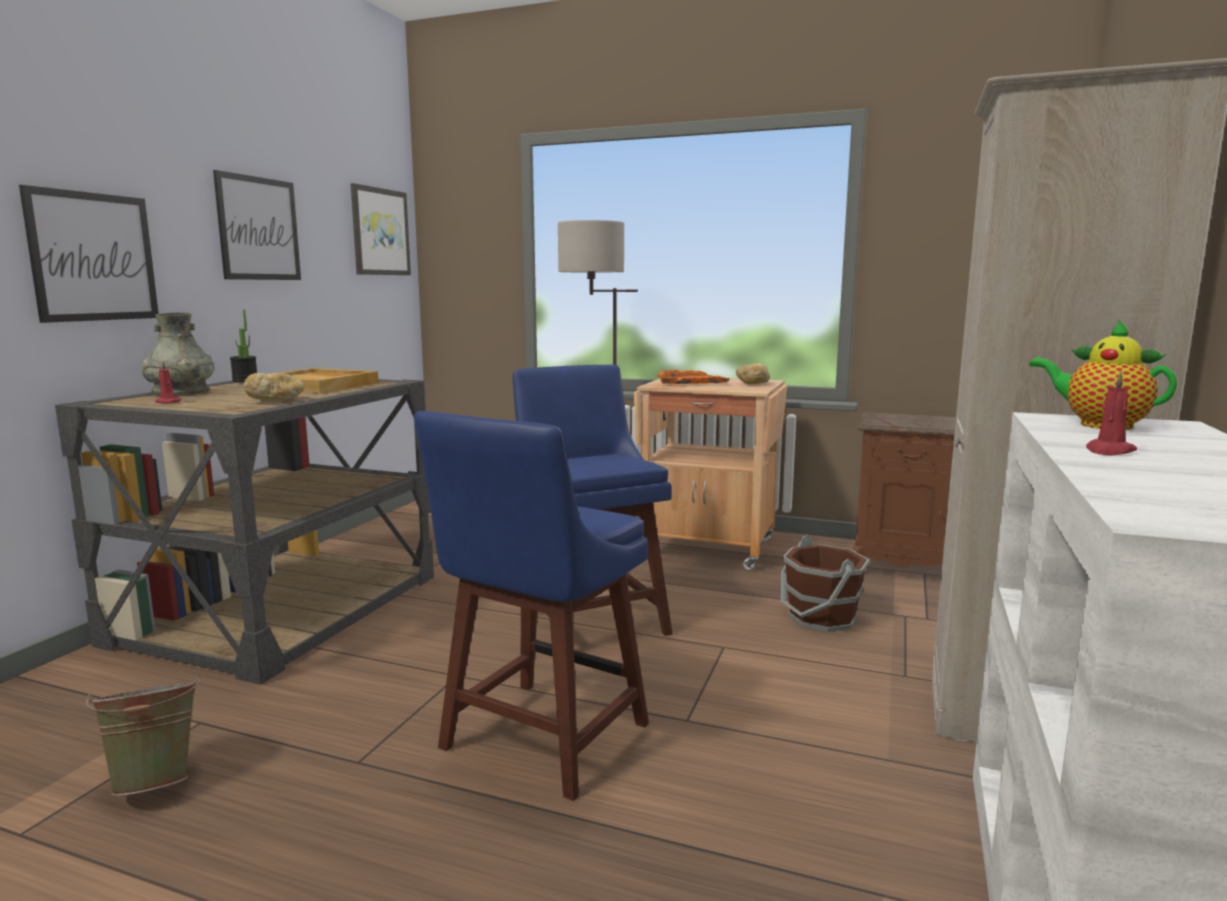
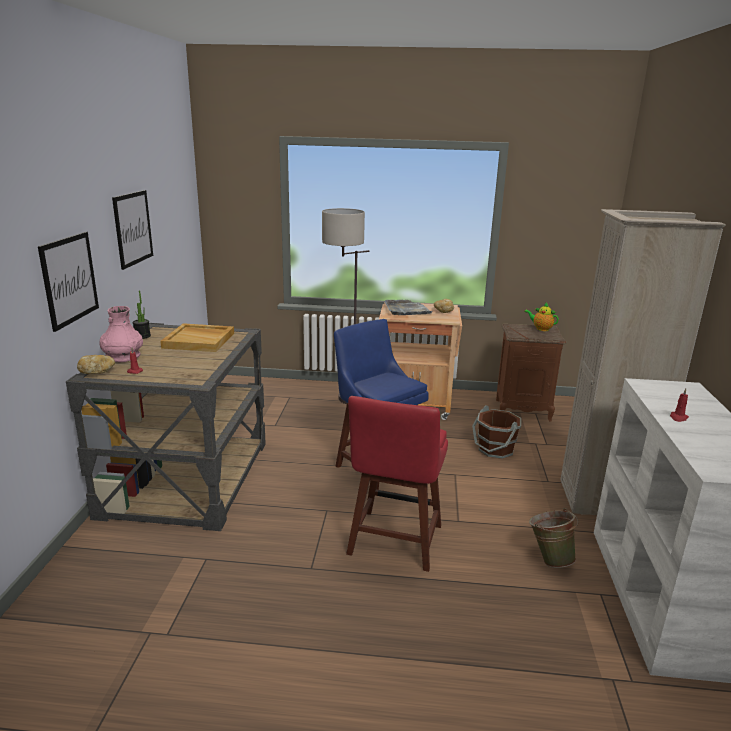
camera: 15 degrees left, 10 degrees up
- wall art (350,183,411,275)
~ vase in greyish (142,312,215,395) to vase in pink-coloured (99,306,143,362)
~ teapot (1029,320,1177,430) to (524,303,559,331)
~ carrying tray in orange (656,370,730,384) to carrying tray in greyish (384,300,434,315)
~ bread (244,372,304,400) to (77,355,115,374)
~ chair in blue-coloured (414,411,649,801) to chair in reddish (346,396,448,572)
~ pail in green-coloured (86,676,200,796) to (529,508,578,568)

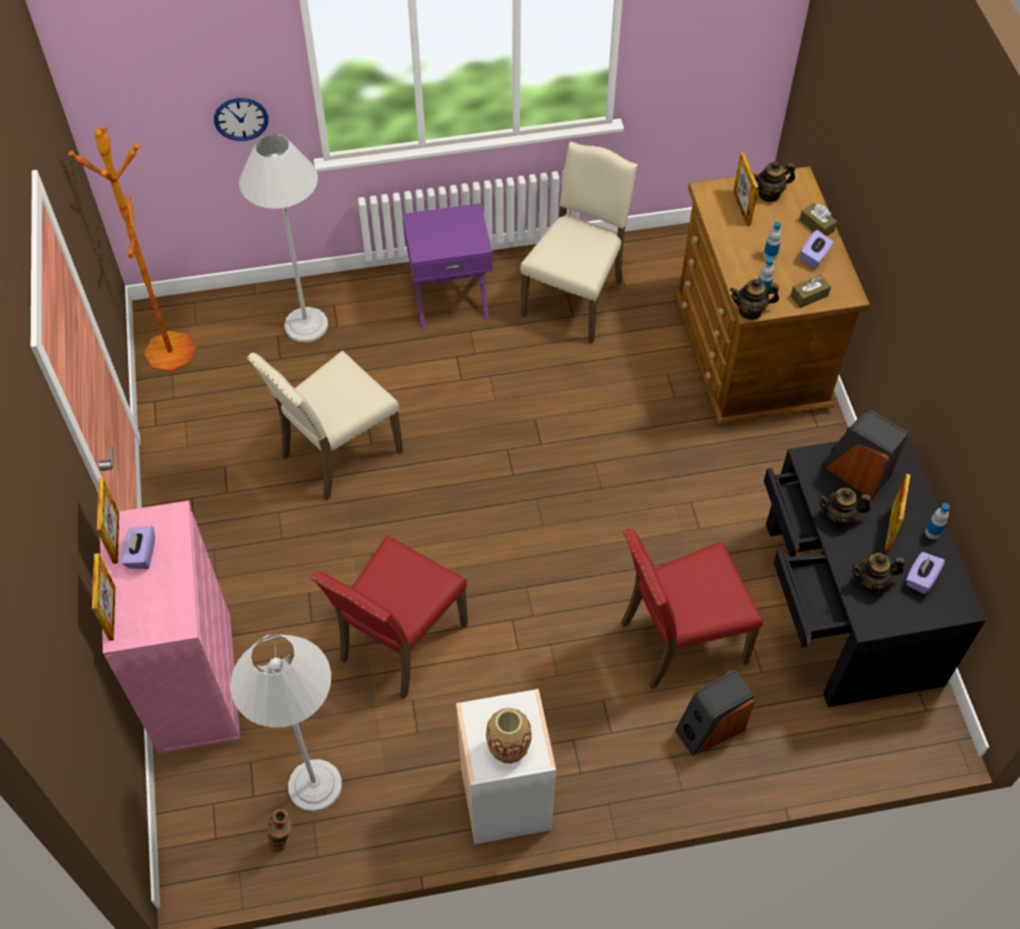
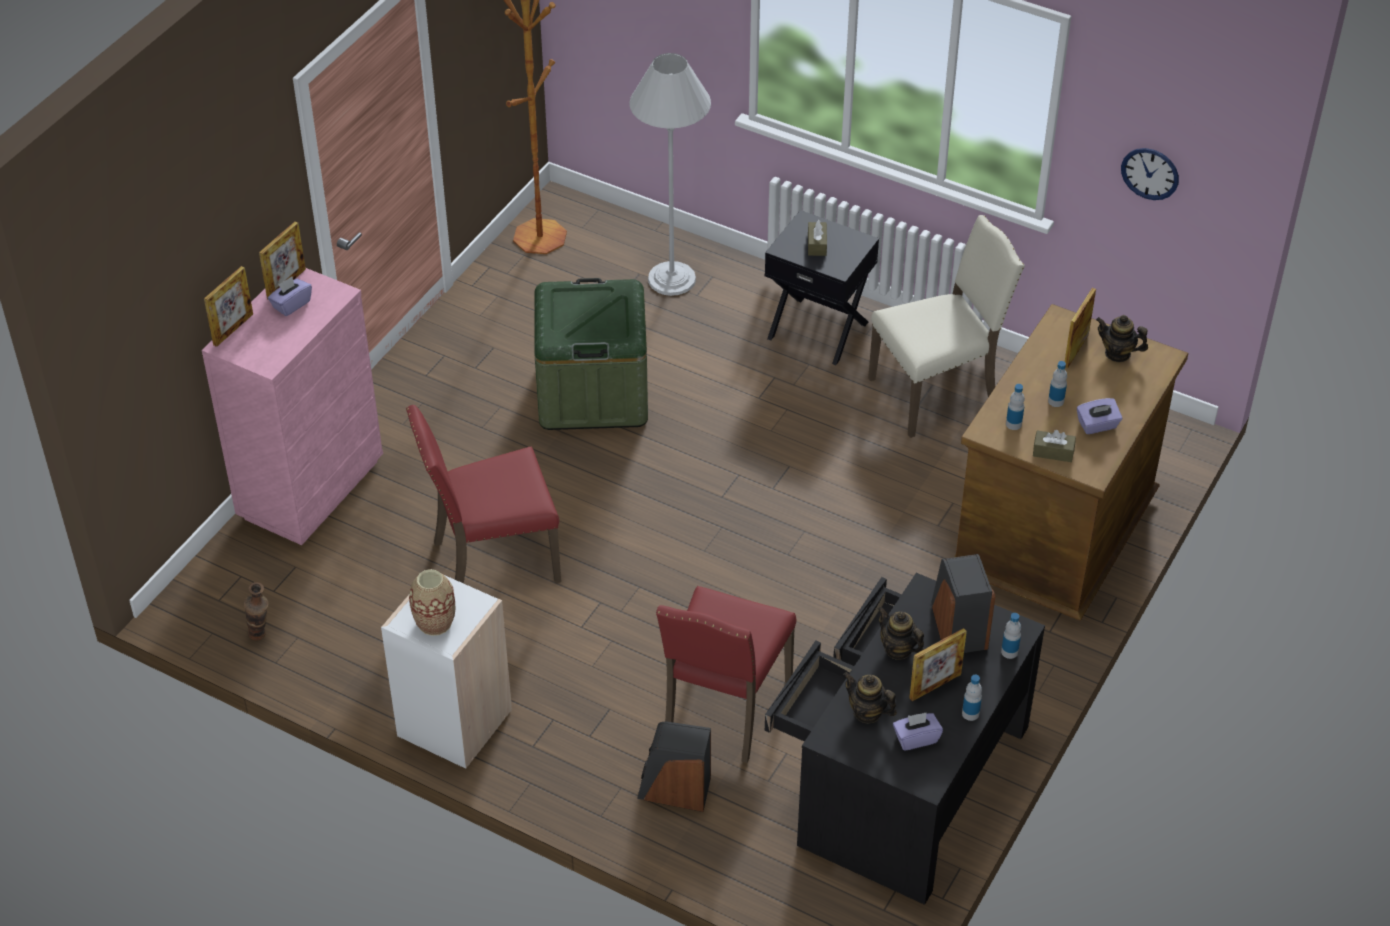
camera: 40 degrees right, 10 degrees down
~ clock on the wall (214,98,268,141) to (1121,148,1179,200)
~ nightstand in purple (402,203,493,330) to nightstand in blackish (765,210,879,365)
~ tissue holder in brown-coloured (799,203,837,236) to (808,220,827,256)
- teapot (730,279,779,320)
~ chair in beige-coloured (247,351,403,500) to storage box in green-coloured (534,278,648,430)
~ chair in reddish (621,528,763,689) = (656,586,796,763) 90 degrees counterclockwise
- standard lamp in white (230,634,342,812)
+ bottle (1001,613,1021,659)

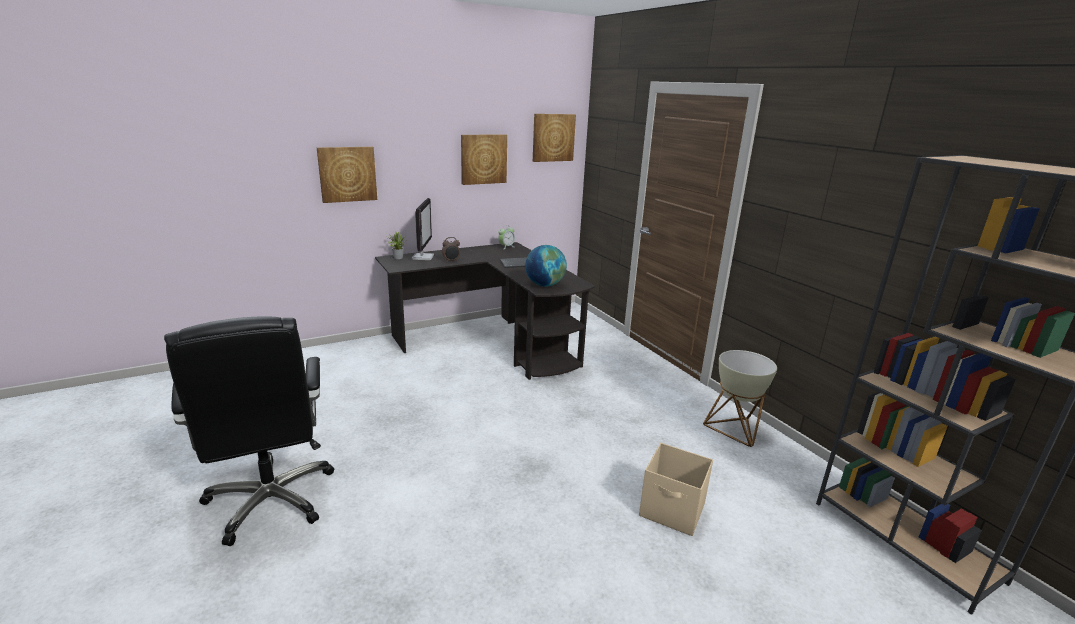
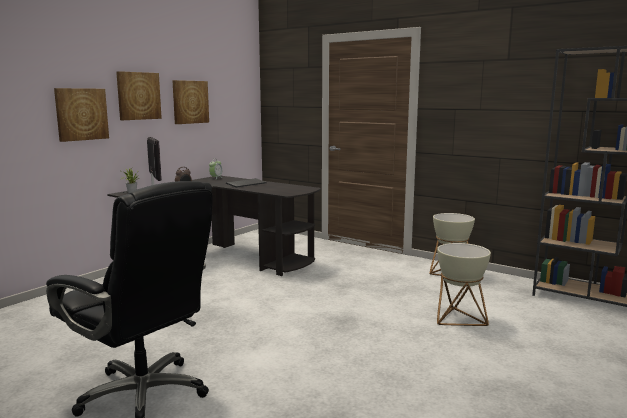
camera: 25 degrees left, 10 degrees down
~ wall art (533,114,576,162) to (116,71,162,120)
- world globe (525,245,567,287)
~ storage box in beige-coloured (639,443,713,536) to planter (437,243,491,326)

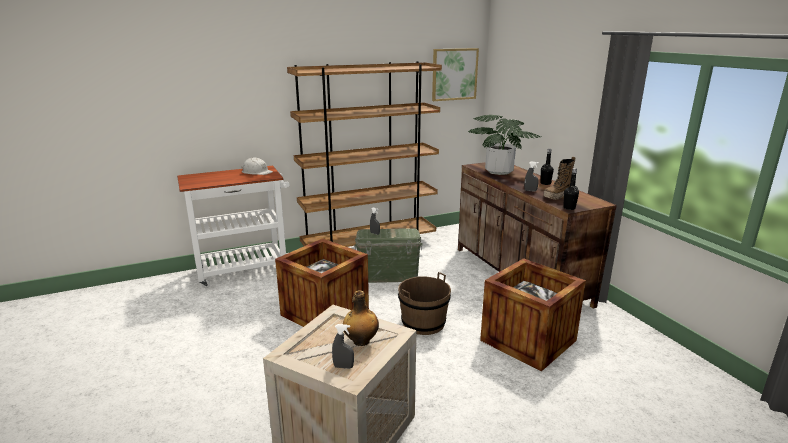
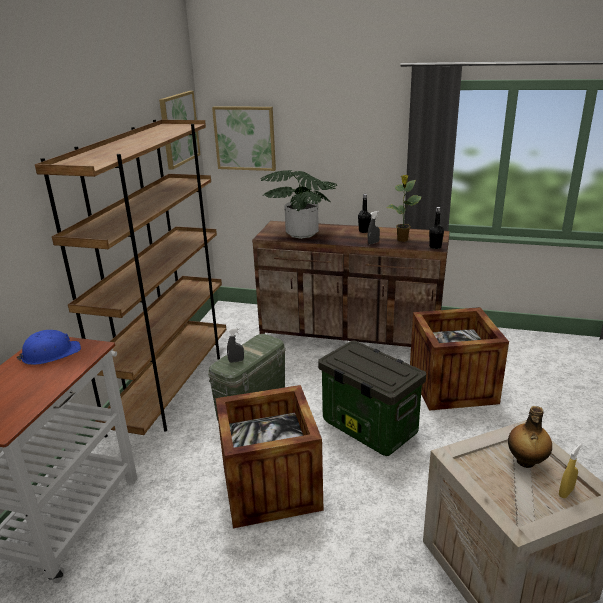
camera: 50 degrees left, 5 degrees up
~ high-top boot (543,157,576,200) to houseplant (386,175,422,242)
~ work helmet in white (241,158,273,175) to work helmet in blue-coloured (17,330,81,365)
~ pail in brown-coloured (398,272,451,335) to storage box (318,341,426,456)
~ sprayer in greyish (332,324,354,369) to sprayer in yellow (559,443,582,498)
+ wall art (212,106,276,171)

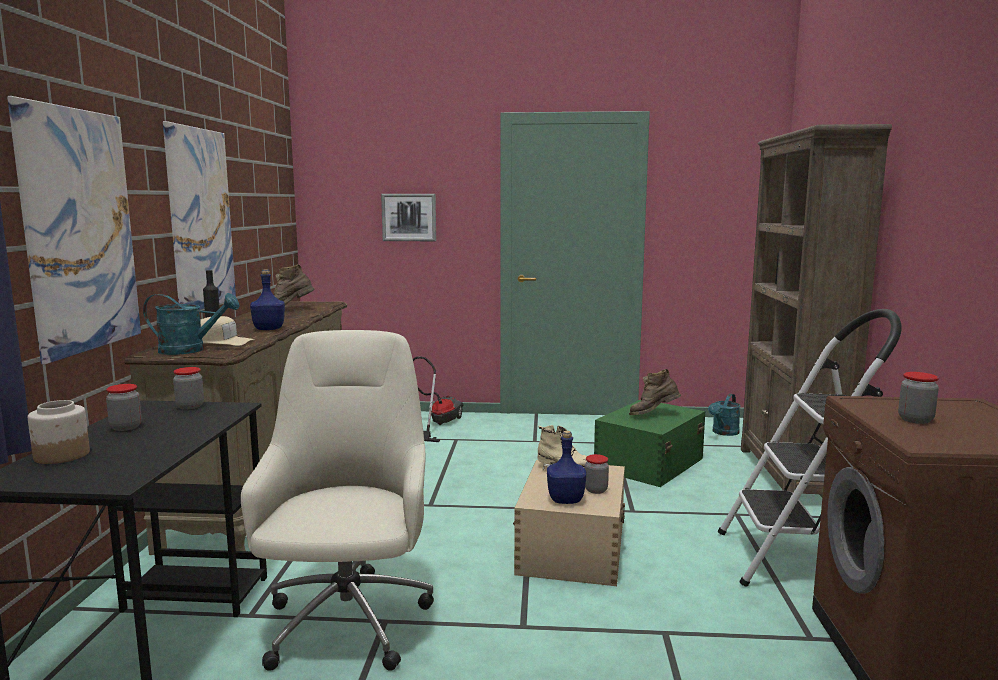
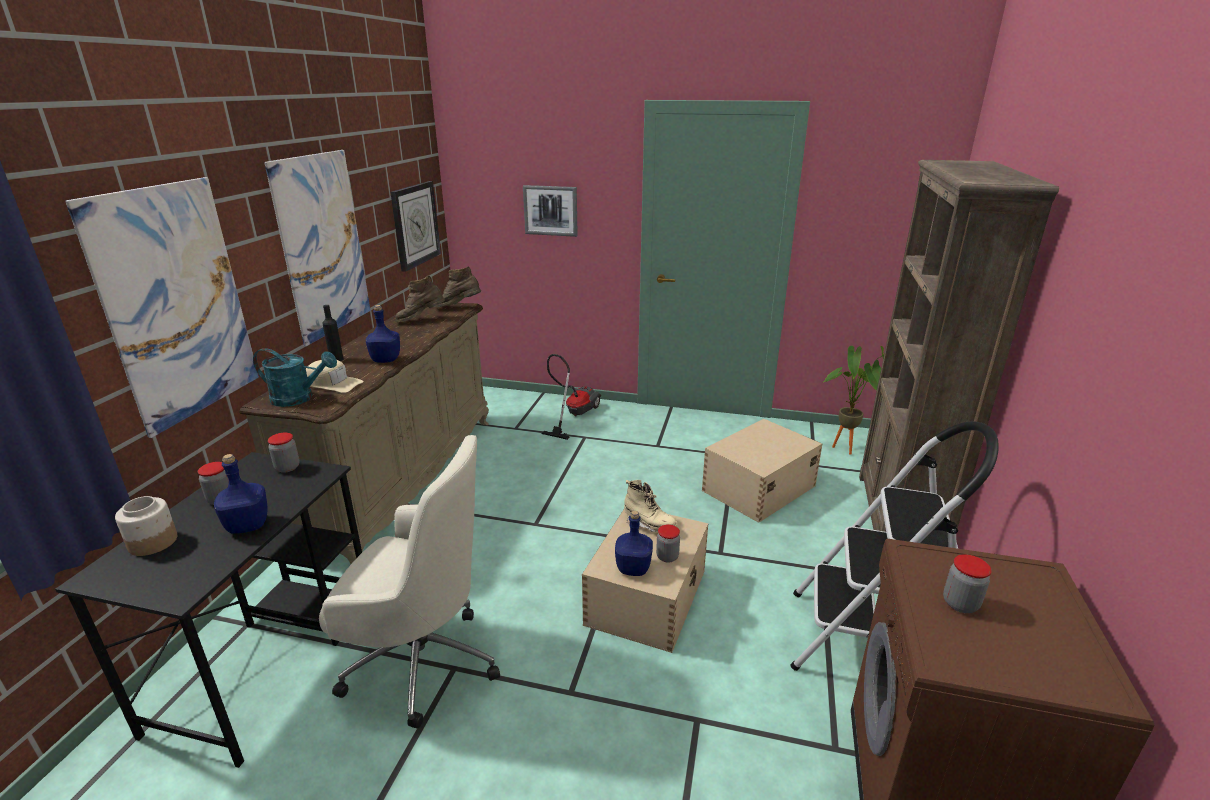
camera: 10 degrees right, 15 degrees up
~ desk chair in beige-coloured (241,330,434,671) = (319,435,500,728) 90 degrees clockwise
~ high-top boot in brown-coloured (629,369,681,415) to (434,266,481,307)
~ watering pot in turquoise (708,394,740,436) to houseplant (822,346,884,455)
~ storage box in green-coloured (594,400,706,487) to storage box in beige-coloured (702,419,822,523)
+ clock on the wall (390,181,441,272)
+ bottle in blue-coloured (214,454,268,534)

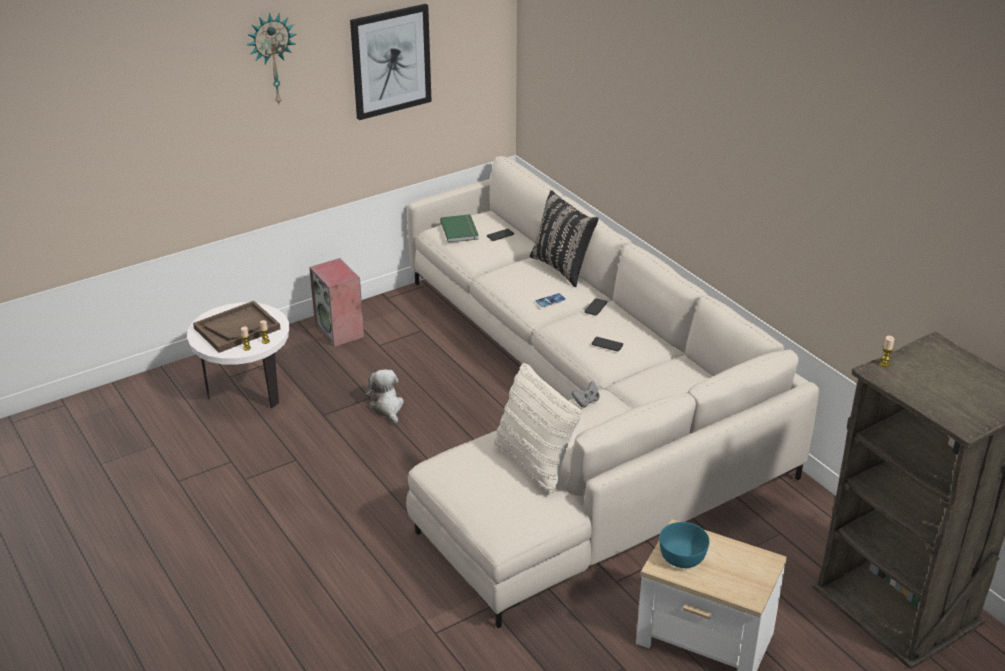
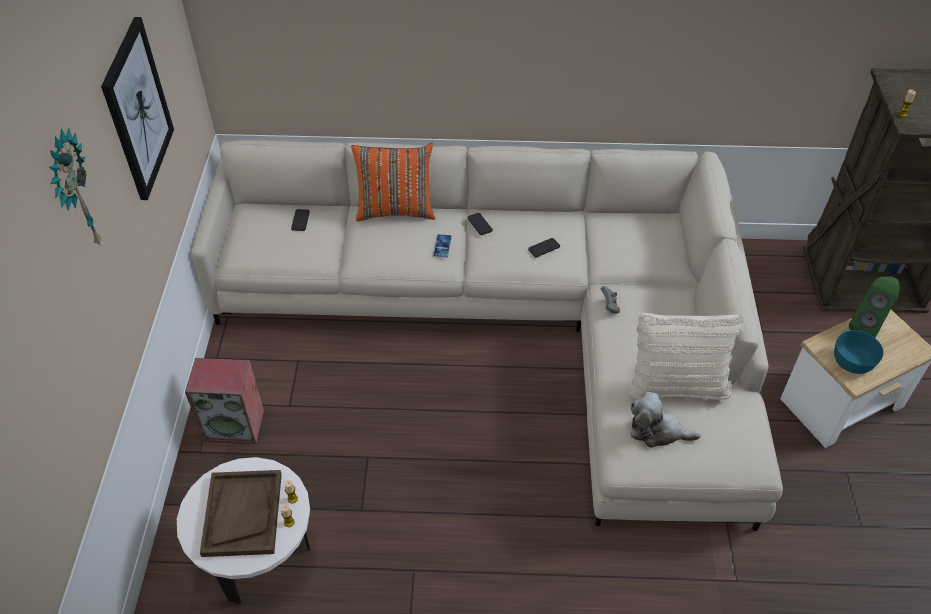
camera: 55 degrees left, 15 degrees up
~ throw pillow in blackish (530,190,599,287) to throw pillow in orange (351,143,435,221)
- volume in green-coloured (440,214,479,243)
~ plush toy (365,369,404,424) to (631,392,701,448)
+ loudspeaker in green-coloured (849,277,900,337)

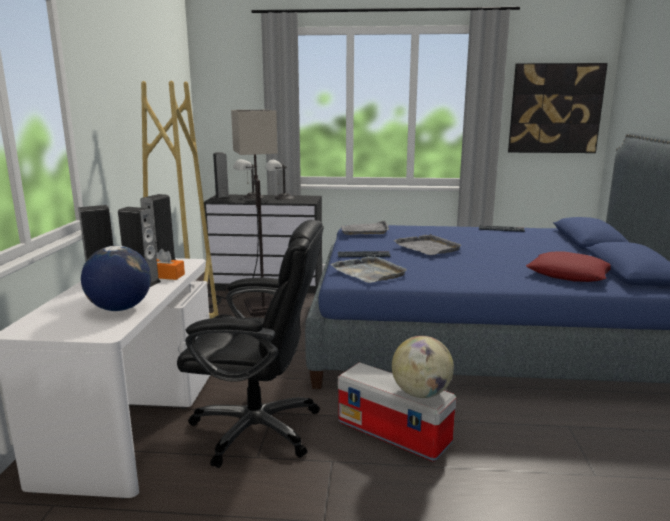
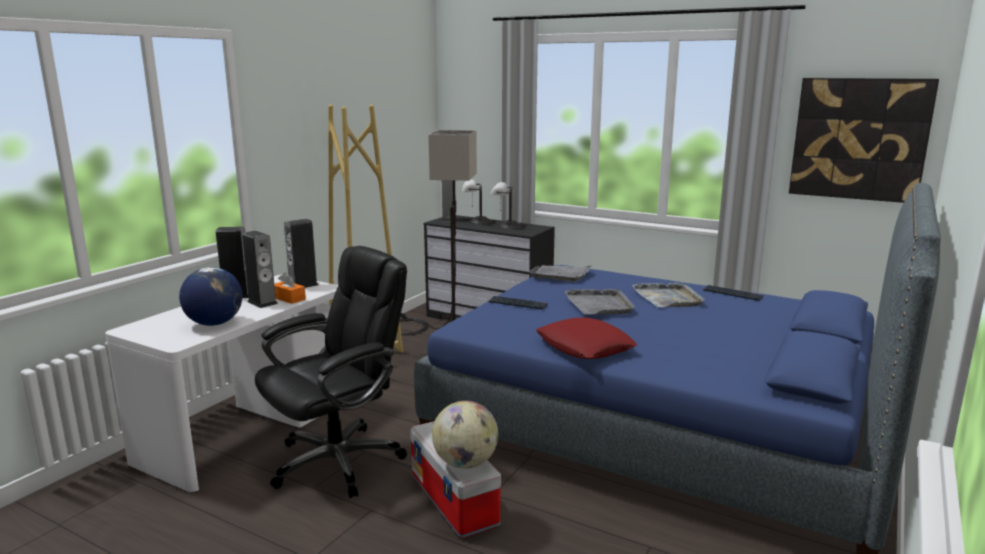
camera: 25 degrees right, 0 degrees up
~ desk chair in blackish (177,220,324,468) = (255,246,407,498) 75 degrees counterclockwise
~ throw pillow in reddish (526,251,611,282) to (536,318,637,359)
~ carrying tray in greyish (330,255,407,283) to (632,282,705,307)

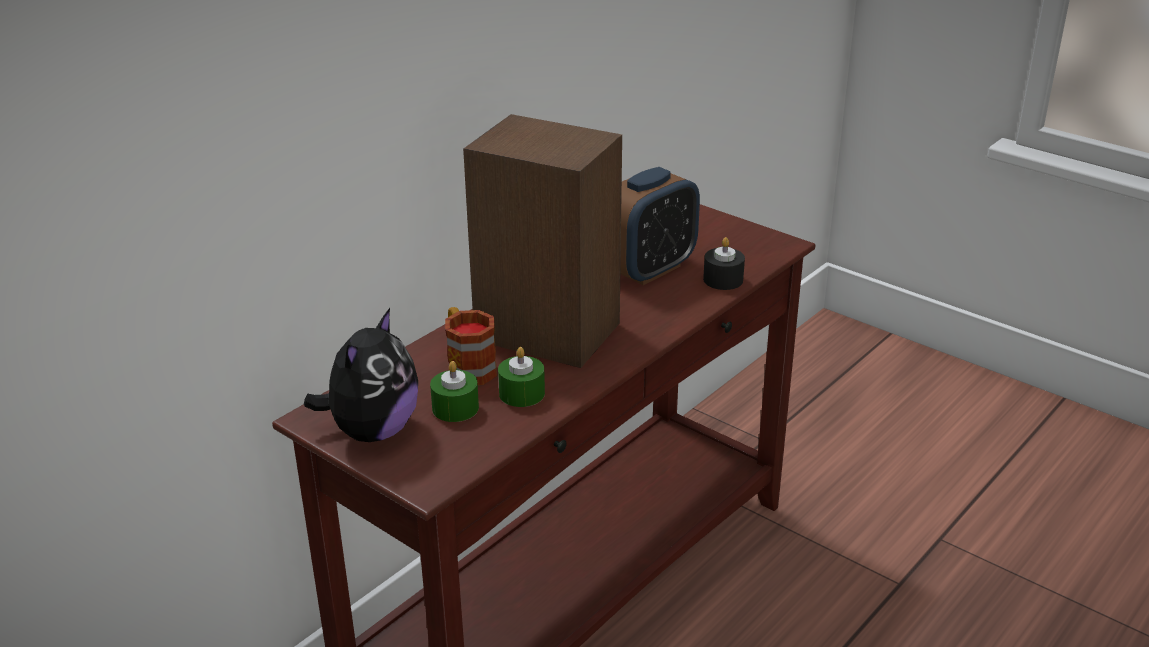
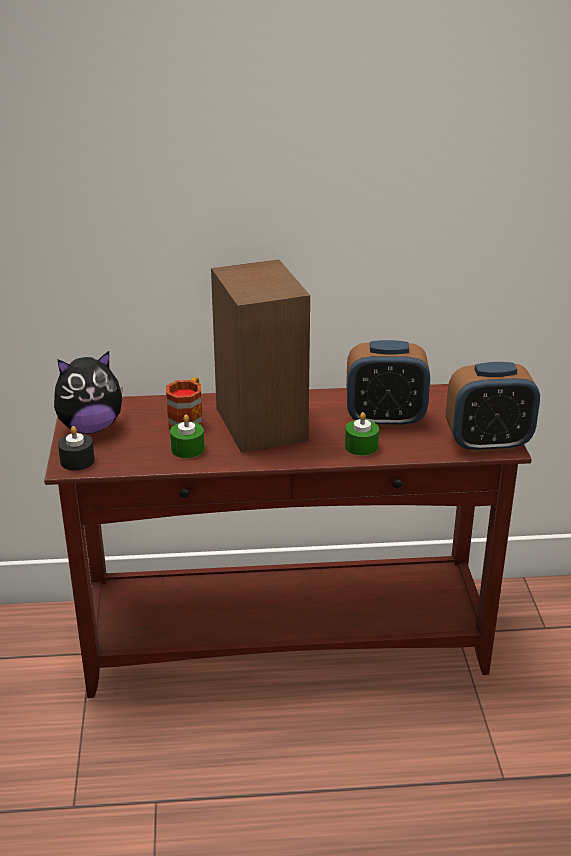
camera: 45 degrees right, 0 degrees up
~ wax light in blackish (703,237,745,290) to (58,426,95,470)
~ wax light in green-coloured (430,361,479,422) to (345,412,379,456)
+ table clock (446,362,540,453)

